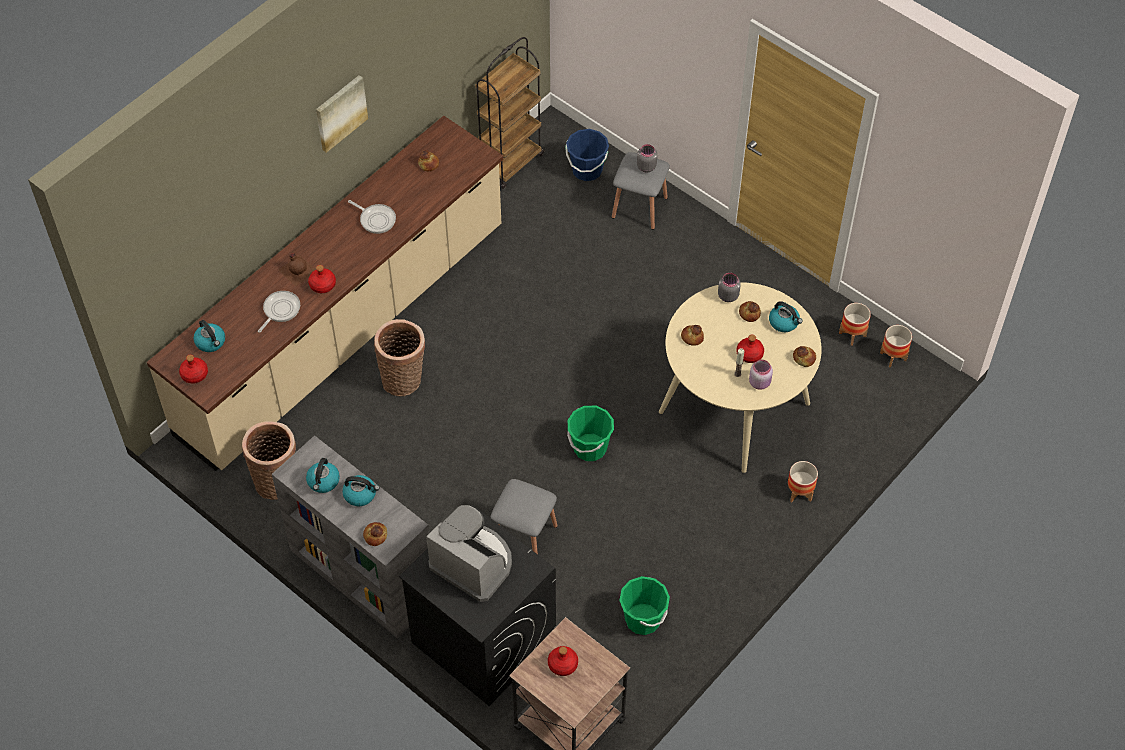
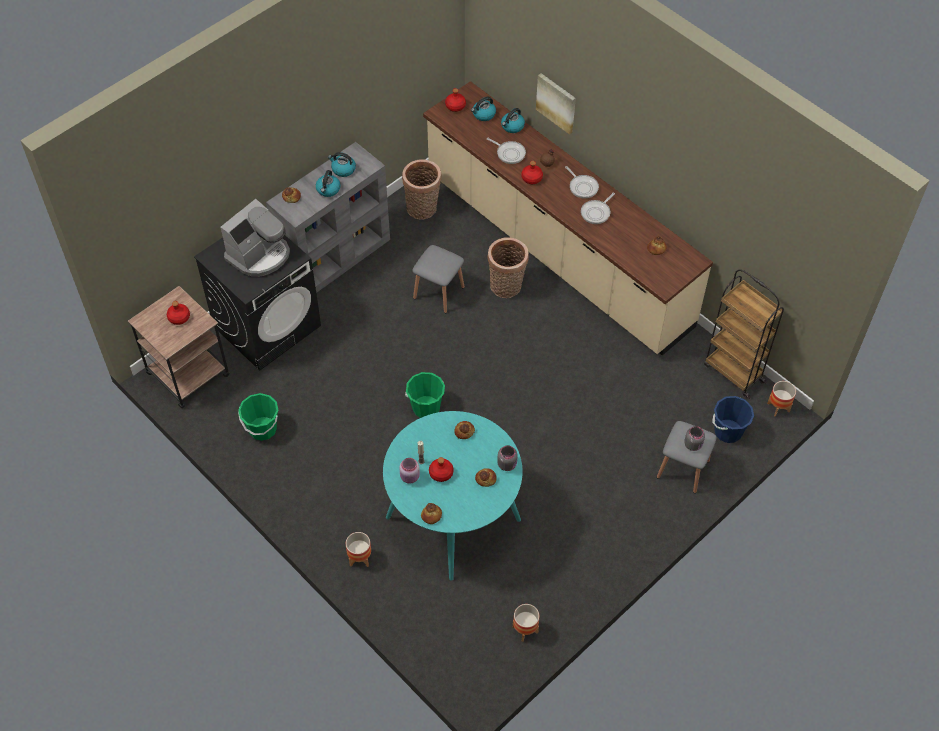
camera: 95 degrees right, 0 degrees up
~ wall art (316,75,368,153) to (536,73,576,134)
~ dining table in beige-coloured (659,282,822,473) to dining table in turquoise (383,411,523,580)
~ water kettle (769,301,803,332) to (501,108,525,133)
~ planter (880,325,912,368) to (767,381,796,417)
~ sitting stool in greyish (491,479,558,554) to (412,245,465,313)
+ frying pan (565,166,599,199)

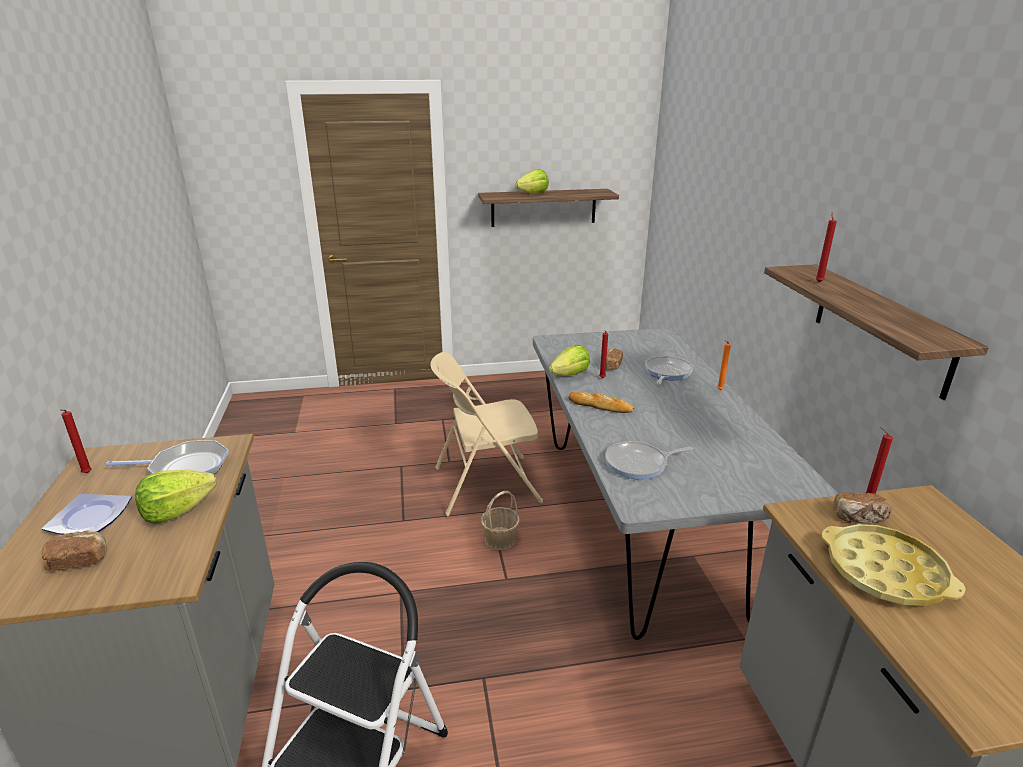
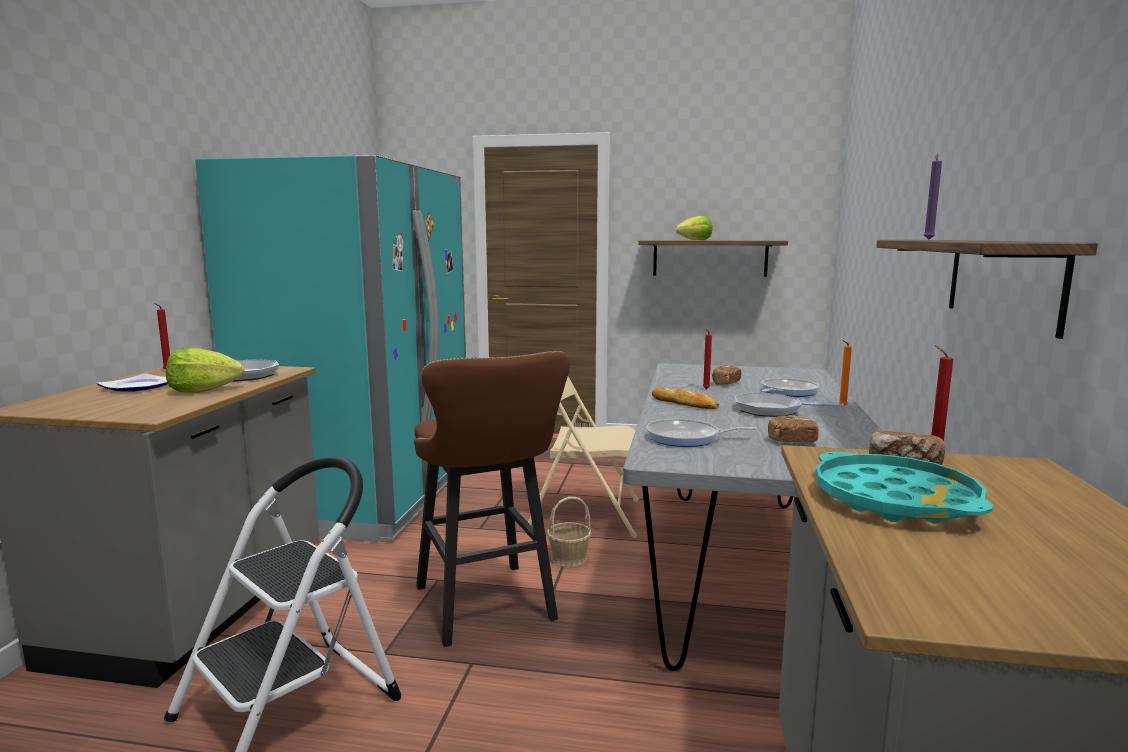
camera: 20 degrees right, 15 degrees down
~ wax light in reddish (815,212,837,282) to wax light in purple (924,153,942,240)
- lettuce head (549,345,590,376)
~ carrying tray in yellow (821,524,966,606) to carrying tray in turquoise (815,451,993,524)
~ bread (42,530,107,571) to (768,416,819,443)
+ refrigerator in turquoise (195,155,466,542)
+ sitting stool in brown-coloured (414,351,570,647)
+ frying pan (735,393,844,417)

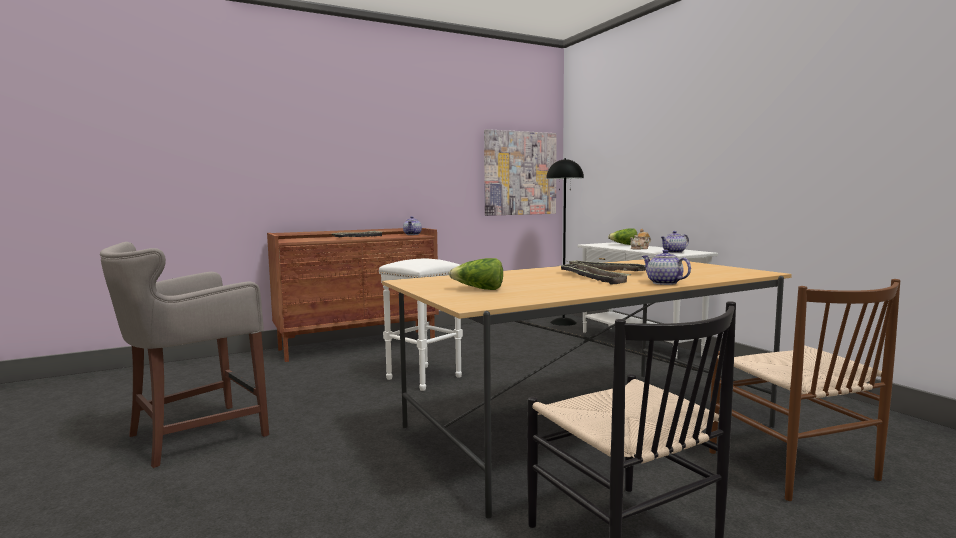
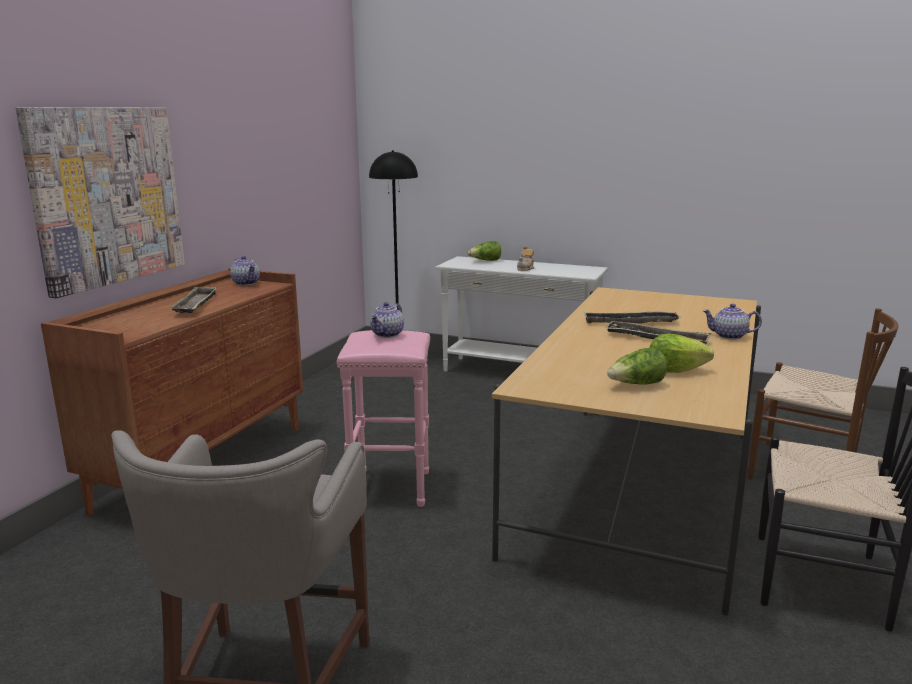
camera: 40 degrees left, 10 degrees up
~ wall art (484,129,557,216) to (16,107,185,298)
~ teapot (660,231,689,253) to (370,302,404,338)
~ sitting stool in white (379,259,463,391) to sitting stool in pink-coloured (337,330,430,507)
+ lettuce head (650,334,714,373)

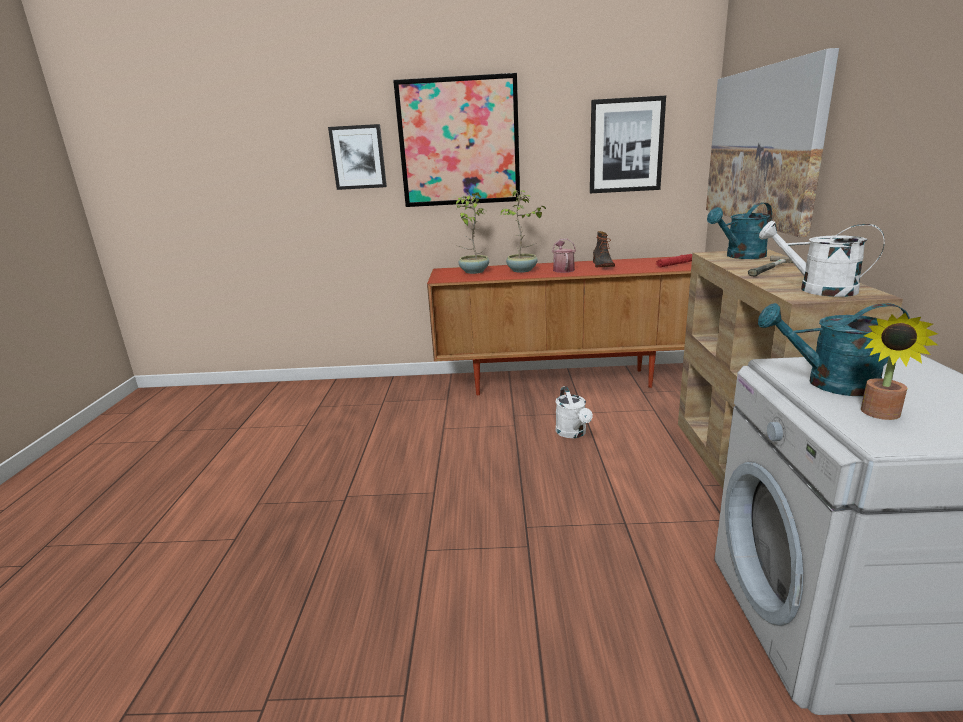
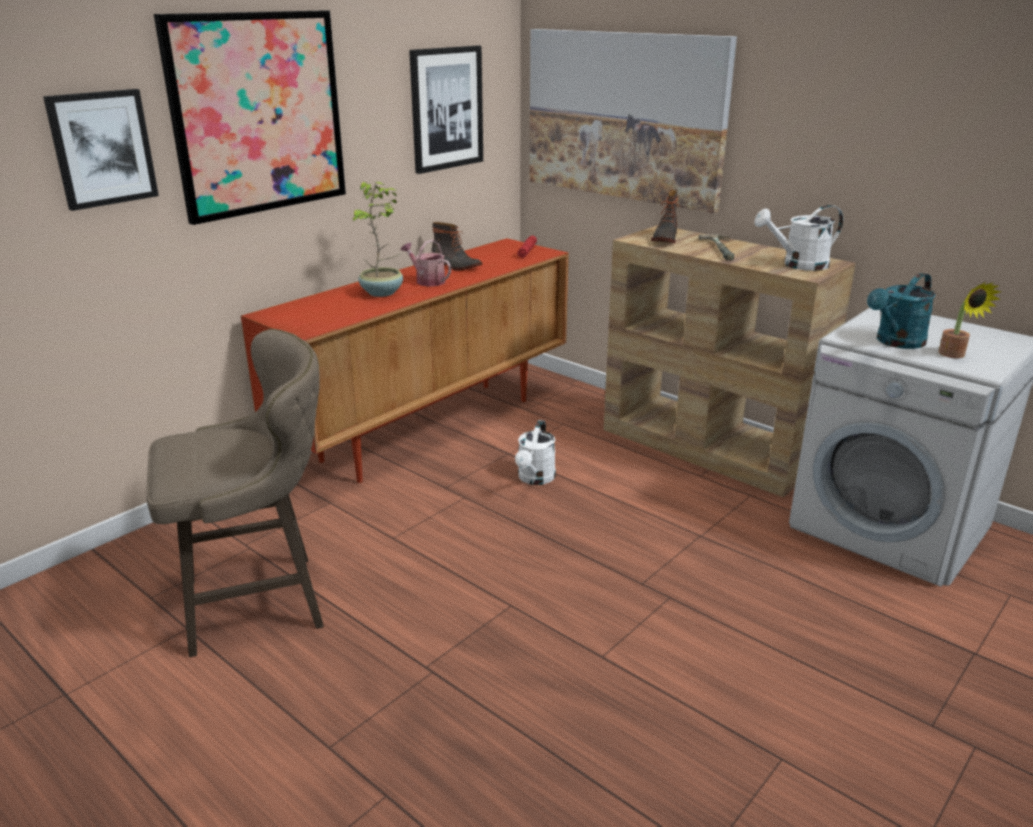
camera: 50 degrees left, 5 degrees up
- houseplant (455,192,489,274)
~ watering pot in turquoise (707,202,772,259) to high-top boot (651,190,678,243)
~ watering pot in white (556,386,593,438) = (515,420,556,485) 75 degrees clockwise
+ sitting stool in beige-coloured (146,329,324,657)

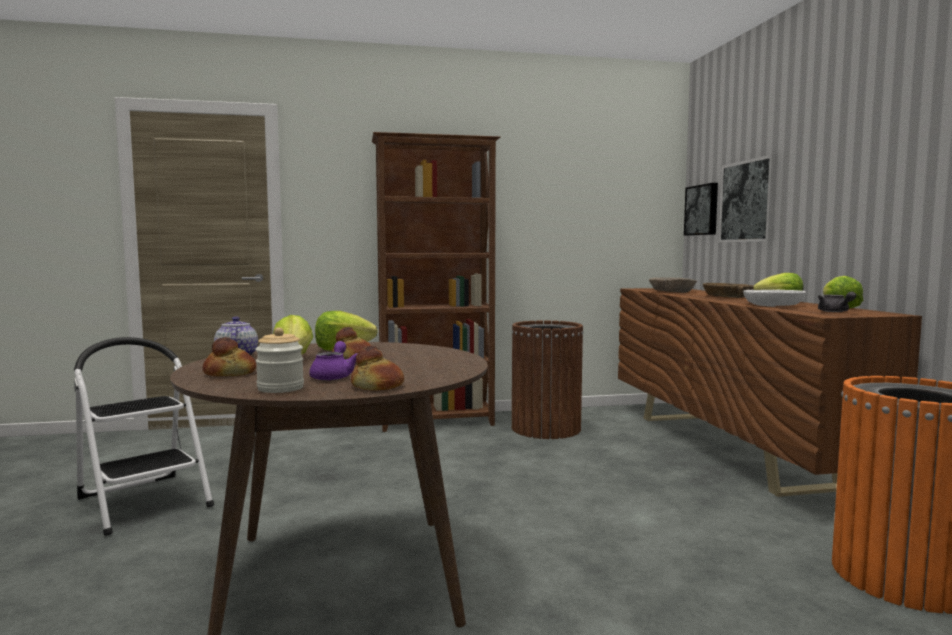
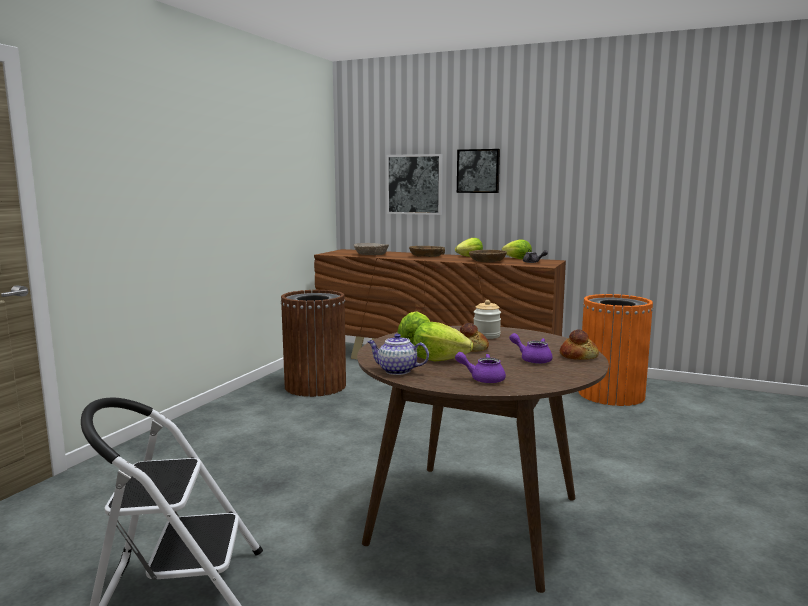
camera: 55 degrees left, 5 degrees up
- bookshelf in brown-coloured (372,132,500,432)
~ wall art (684,183,718,236) to (457,149,500,193)
~ serving bowl in white (743,290,806,307) to serving bowl in brown-coloured (469,250,507,262)
~ storage jar (255,328,304,393) to (473,300,501,339)
~ bread (203,337,256,376) to teapot in purple (455,352,506,383)

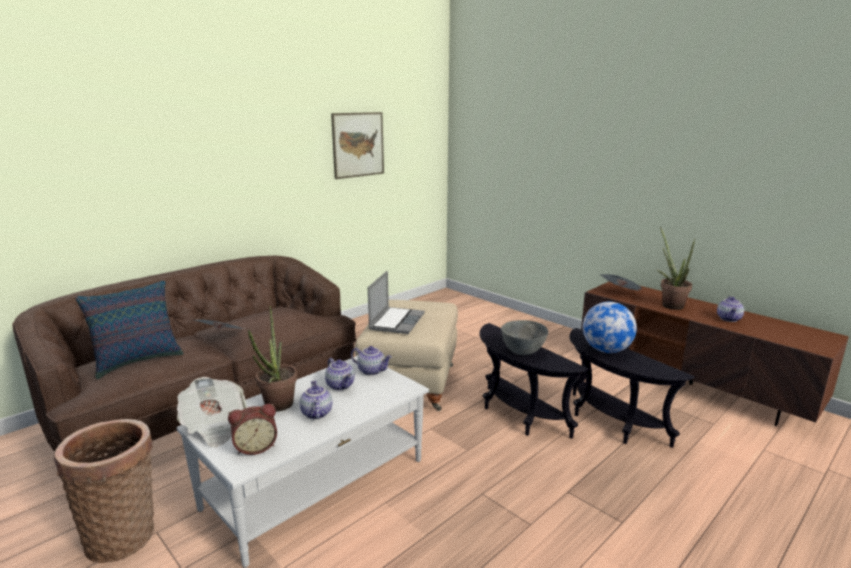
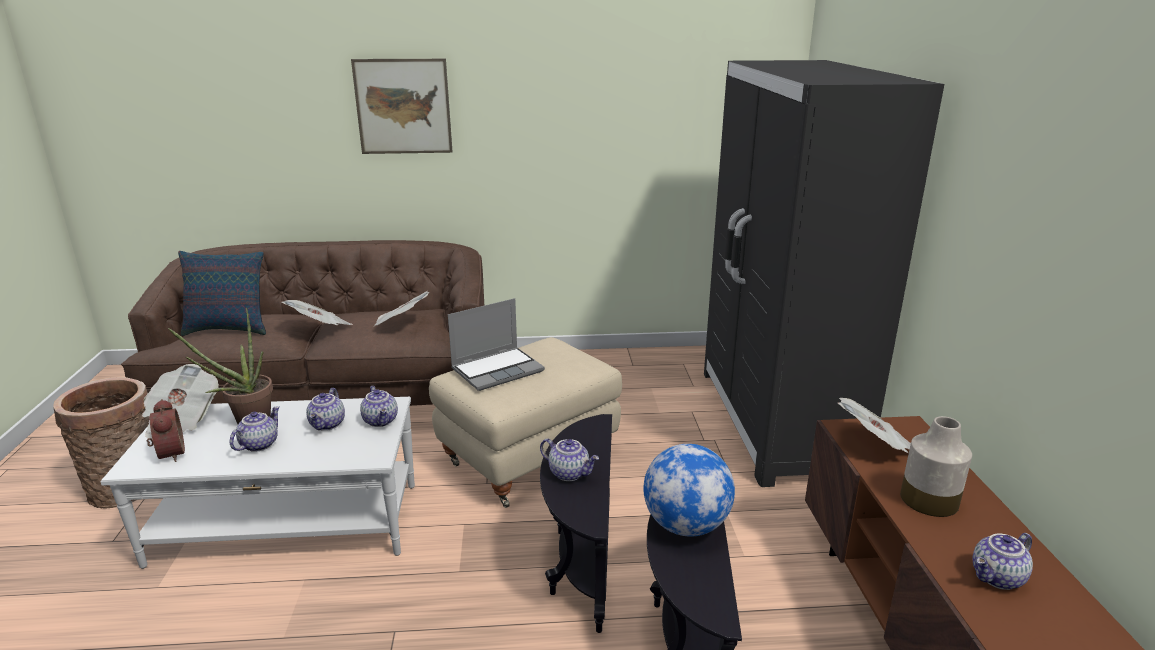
camera: 40 degrees right, 5 degrees up
~ wall art (331,112,384,179) to (351,59,453,154)
~ houseplant (657,227,695,310) to vase in beige-coloured (900,416,972,517)
~ serving bowl in greyish (501,320,548,355) to teapot (540,438,599,481)
~ table clock (228,404,277,455) = (147,399,185,462) 135 degrees counterclockwise
+ cabinet in blackish (704,60,944,487)
+ daily paper (373,291,429,327)

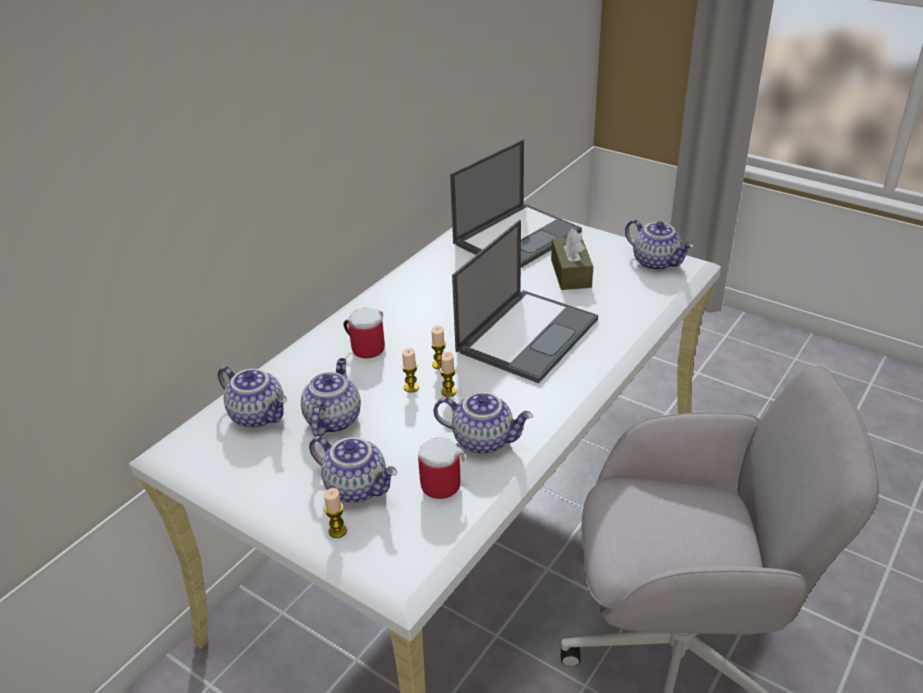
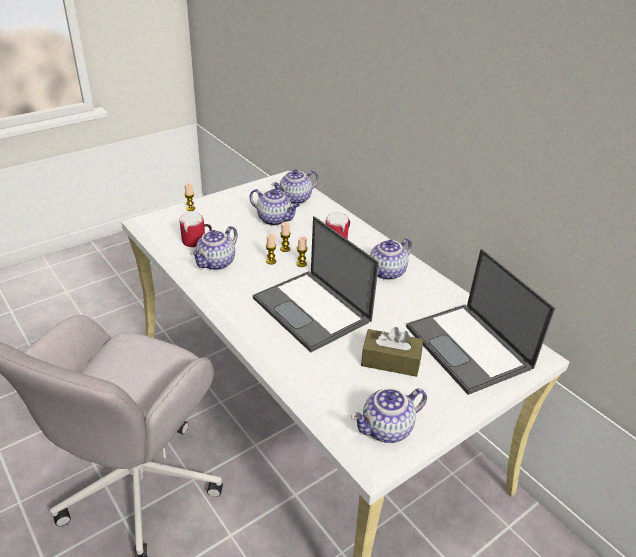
camera: 105 degrees right, 0 degrees up
~ teapot (309,436,397,503) to (370,238,412,280)

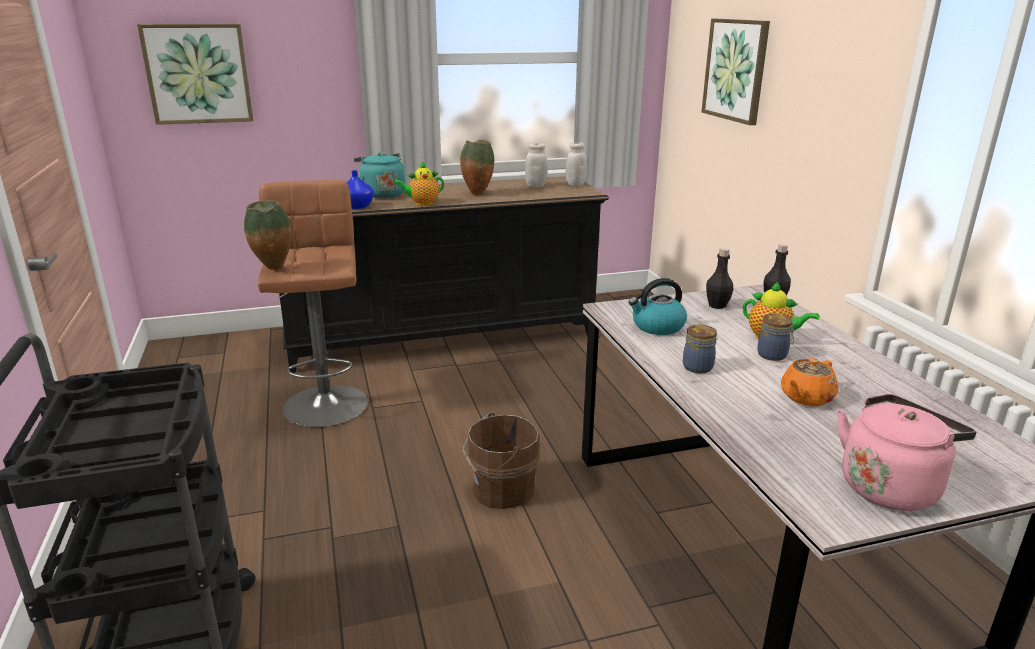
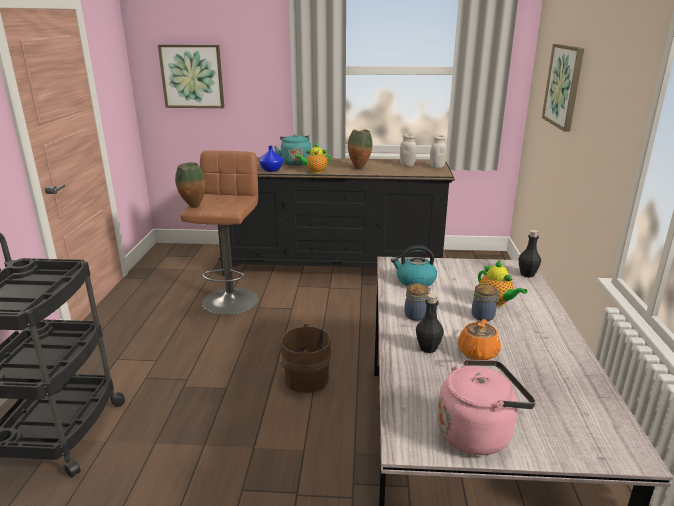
camera: 20 degrees right, 0 degrees up
~ bottle in blackish (706,248,733,309) to (416,293,444,353)
~ teapot in orange (781,358,839,406) = (458,319,501,360) 45 degrees counterclockwise

